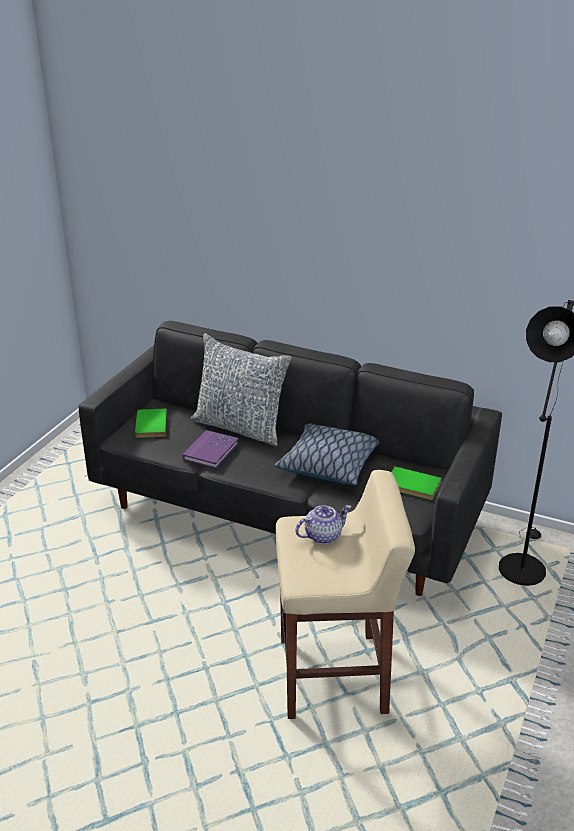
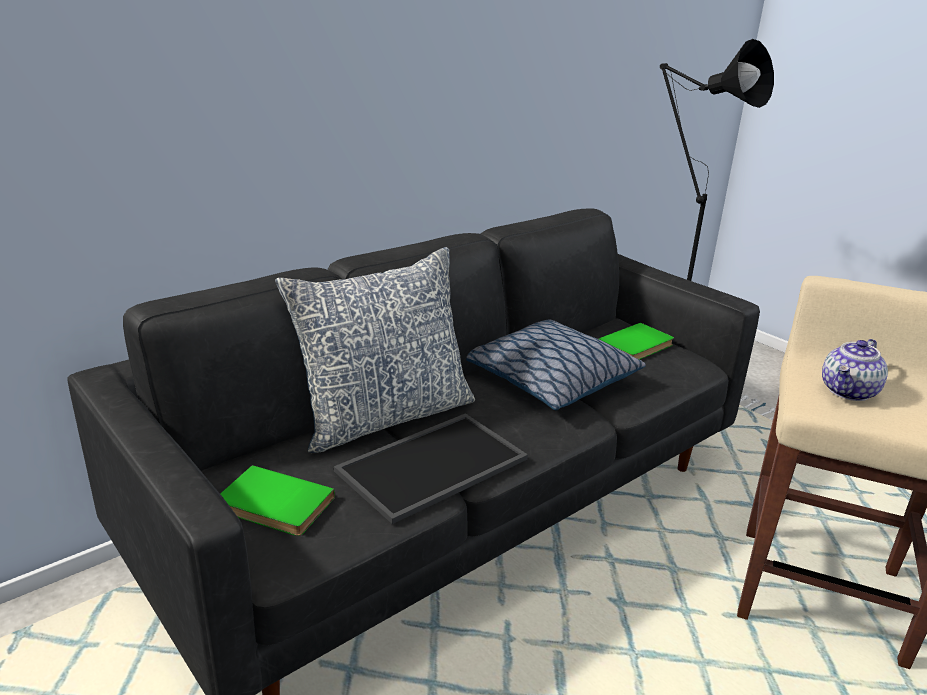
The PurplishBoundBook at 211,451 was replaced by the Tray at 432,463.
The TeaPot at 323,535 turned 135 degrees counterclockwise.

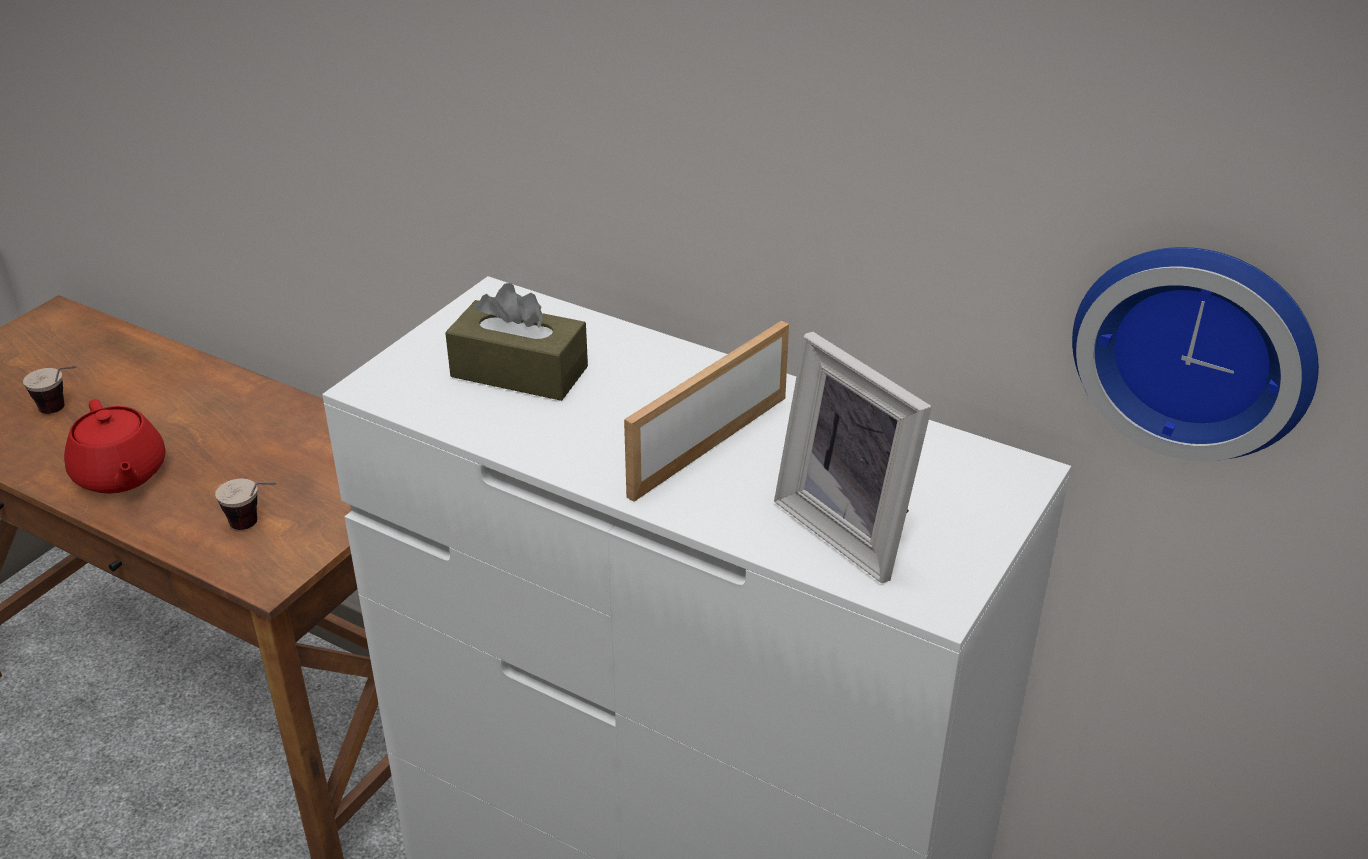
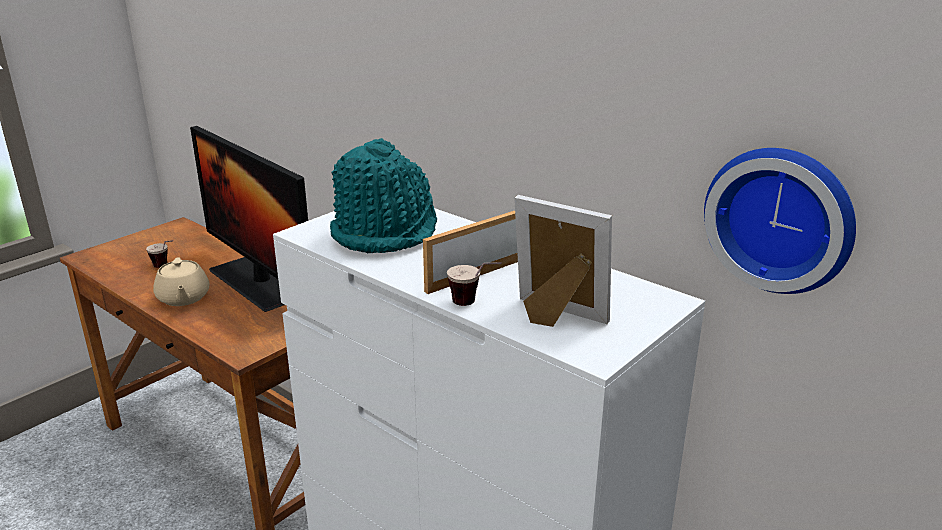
The BrownishTissueBox at 519,372 was replaced by the TurquoiseHat at 386,232.
The StandingFrame at 852,528 turned 150 degrees clockwise.
The RedColouredTeaPot at 120,475 became the BeigeColouredTeaPot at 183,298.
The DrinkingCup moved from 257,526 to 474,305.
The ComputerScreen at 259,282 appeared.

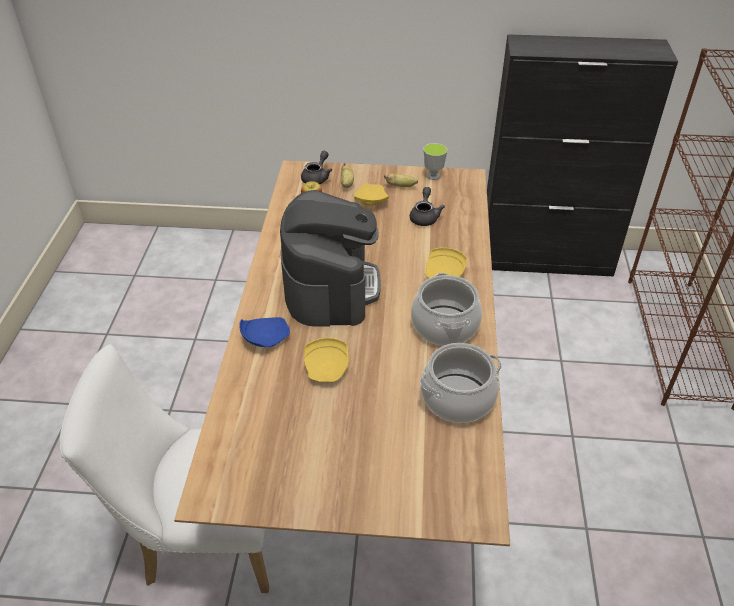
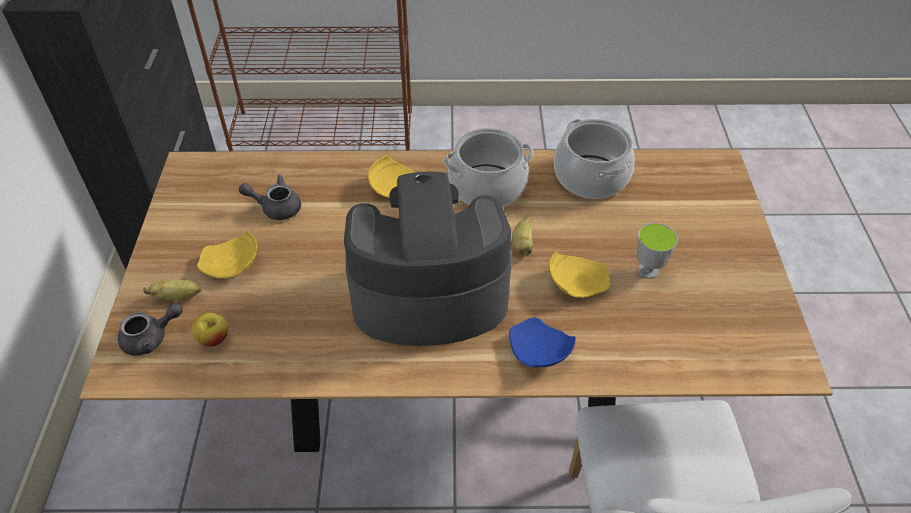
The DrinkingCup moved from 433,176 to 648,270.
The GreyishTeaPot at 317,177 turned 135 degrees clockwise.
The WholeBanana moved from 401,186 to 523,245.

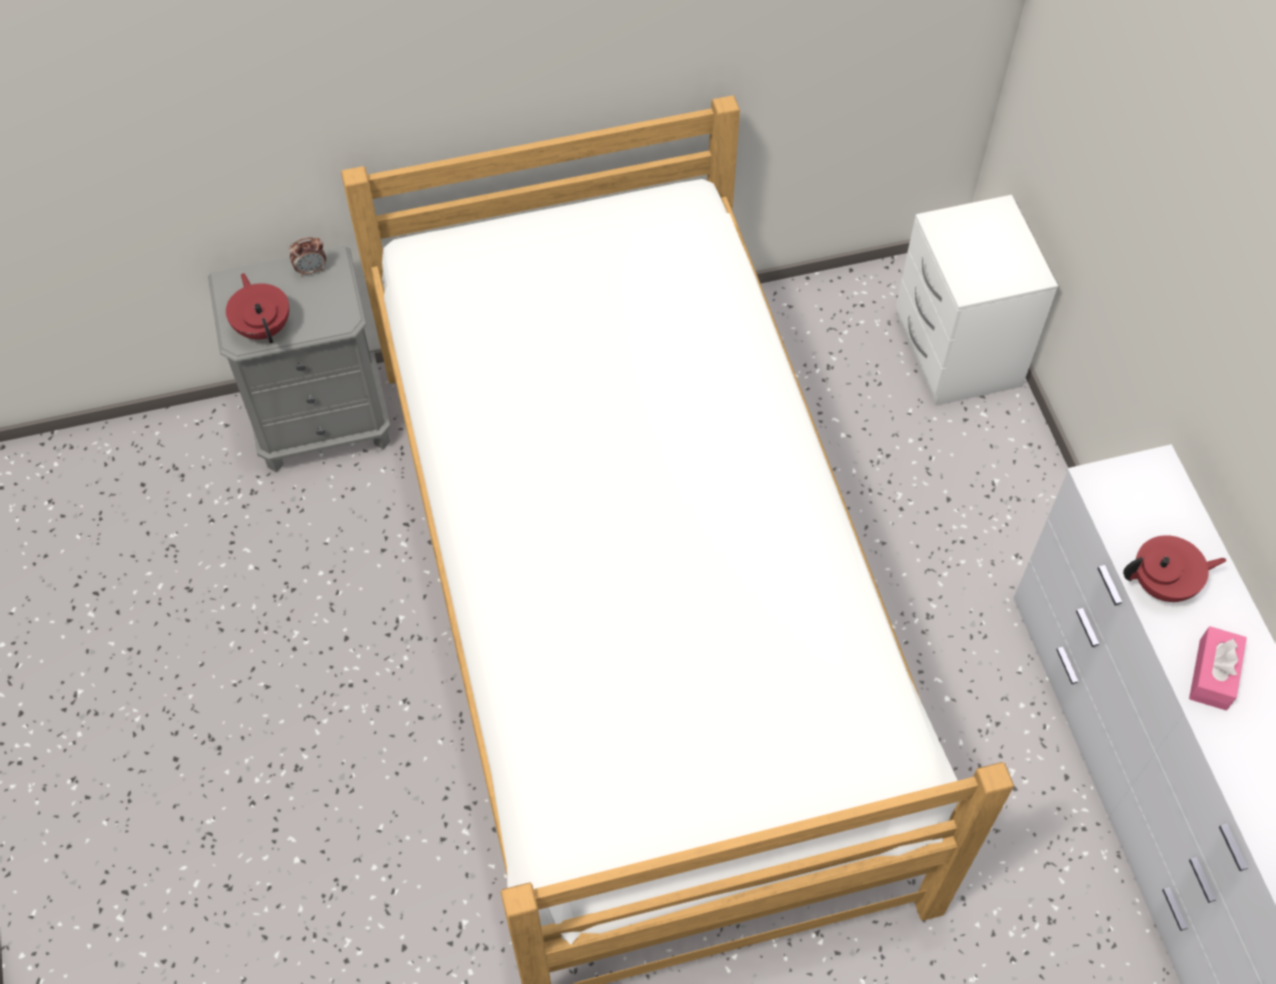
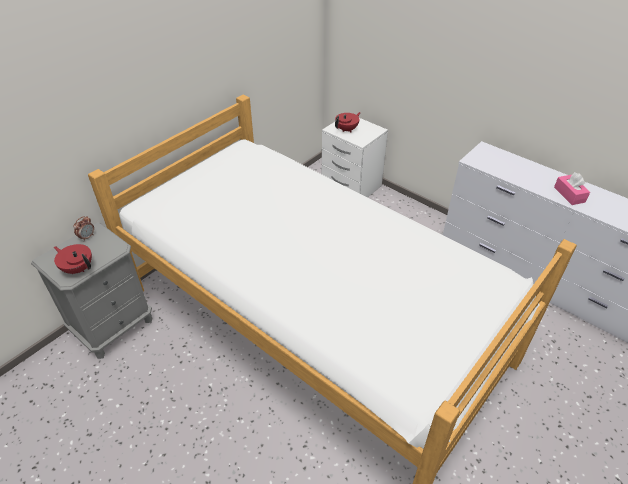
The RedColouredTeaPot moved from 1163,584 to 347,129.

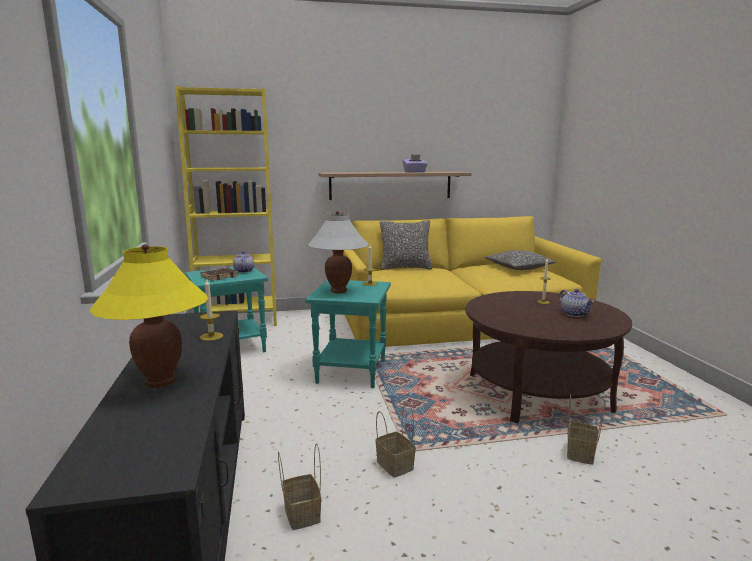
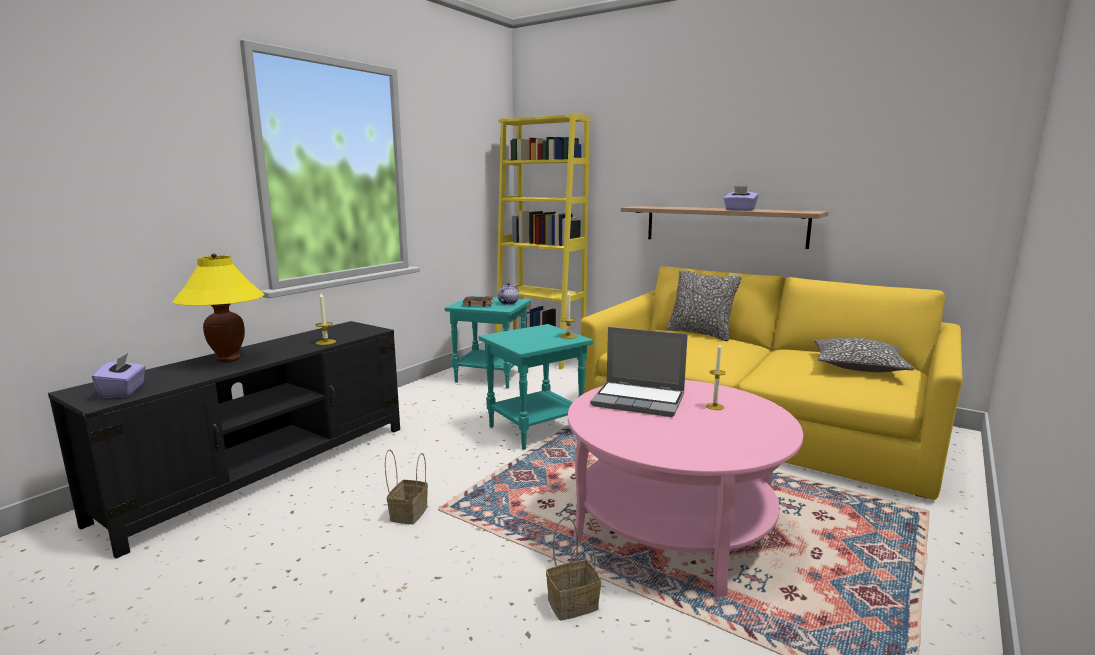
The WhiteTabletopLamp at 339,291 disappeared.
The TeaPot at 575,314 disappeared.
The BrownishCoffeeTable at 538,392 became the PinkColouredCoffeeTable at 674,528.
The Basket at 301,513 disappeared.
The Laptop at 639,400 appeared.
The PurplishTissueBox at 124,391 appeared.

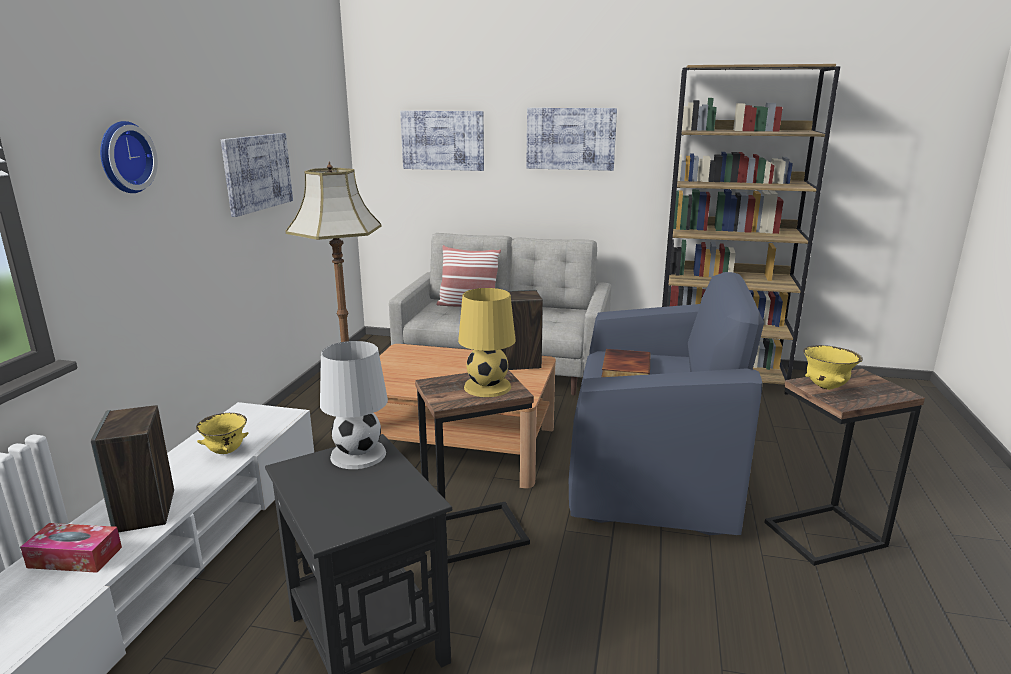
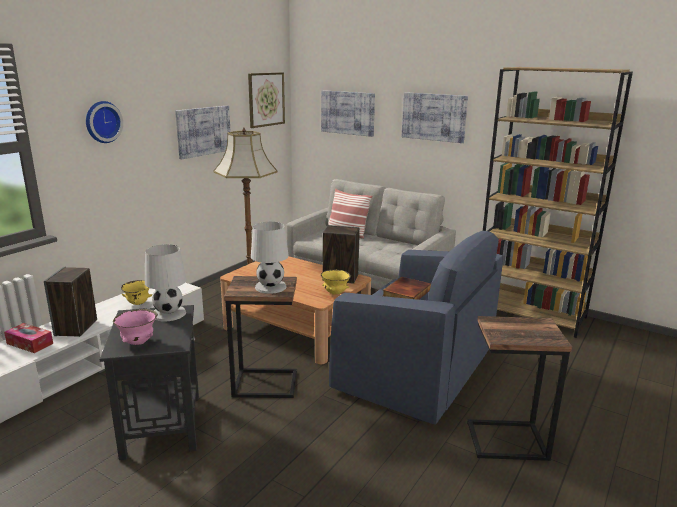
The YellowColouredTabletopLamp at 487,387 became the WhiteTabletopLamp at 270,287.
The YellowColouredServingBowl moved from 826,387 to 335,293.
The WallPicture at 266,99 appeared.
The PinkColouredServingBowl at 138,342 appeared.

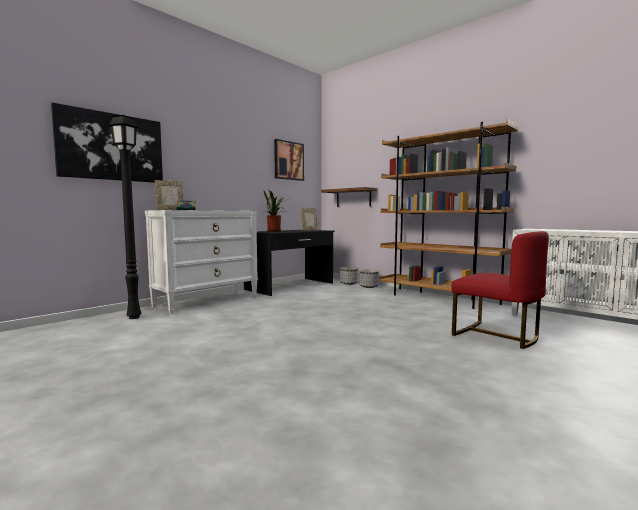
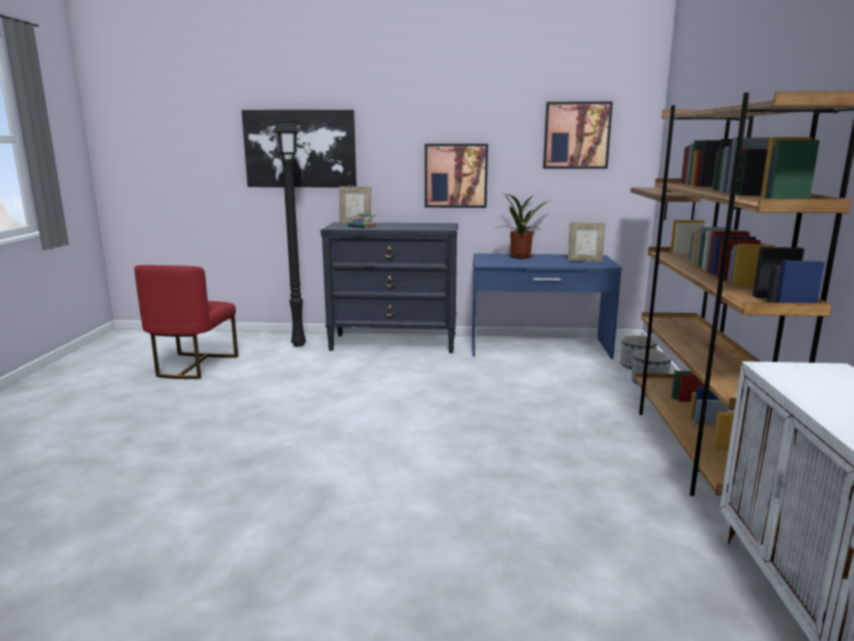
The WhiteDresser at 207,301 became the BlackColouredDresser at 394,343.
The BlackColouredDeskTable at 291,286 became the BlueColouredDeskTable at 538,347.
The RedColouredChair moved from 496,335 to 193,366.
The WallPicture at 456,175 appeared.

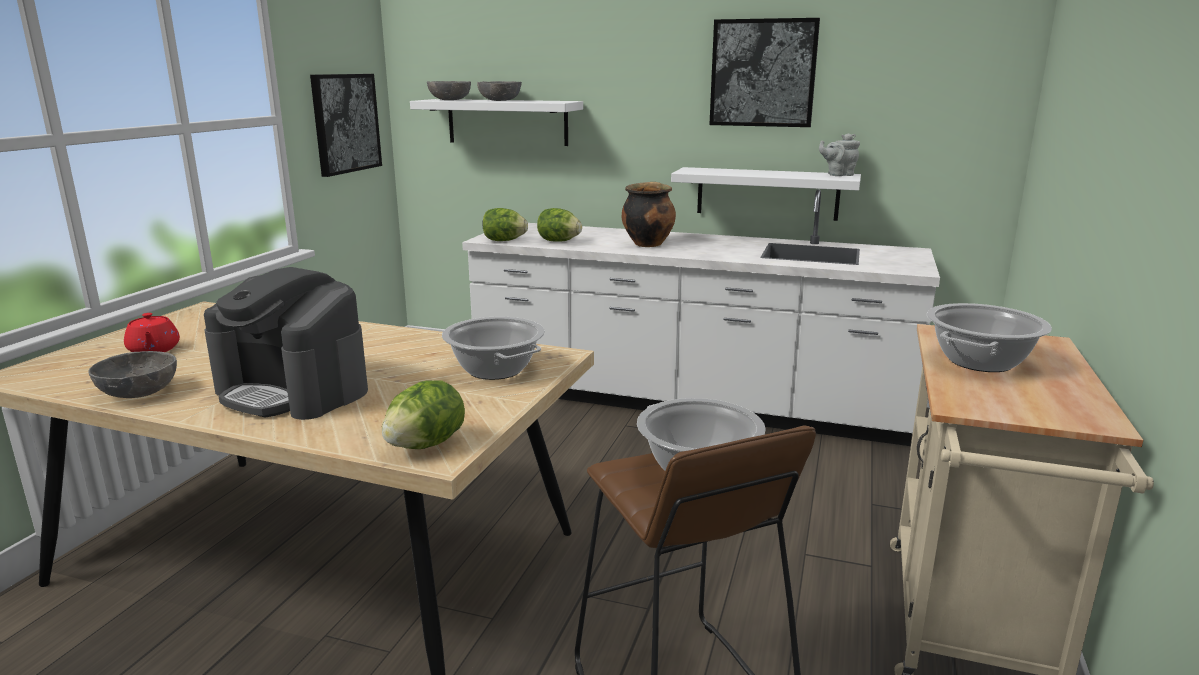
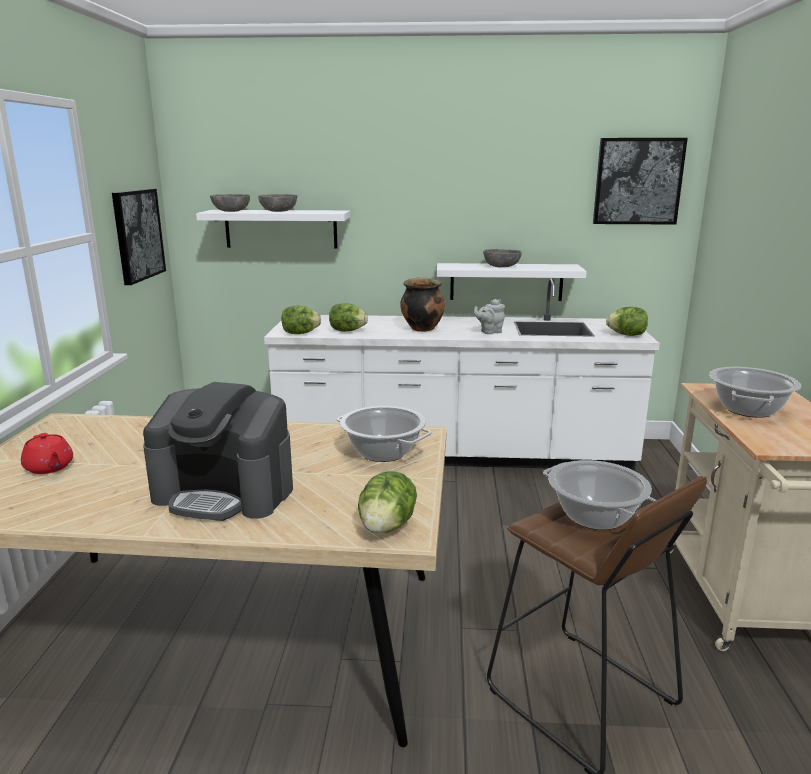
The WallPicture moved from 763,73 to 638,181.
The GreyishTeaPot moved from 838,175 to 489,332.
The GreyishServingBowl moved from 139,393 to 501,266.
The Lettuce at 626,335 appeared.

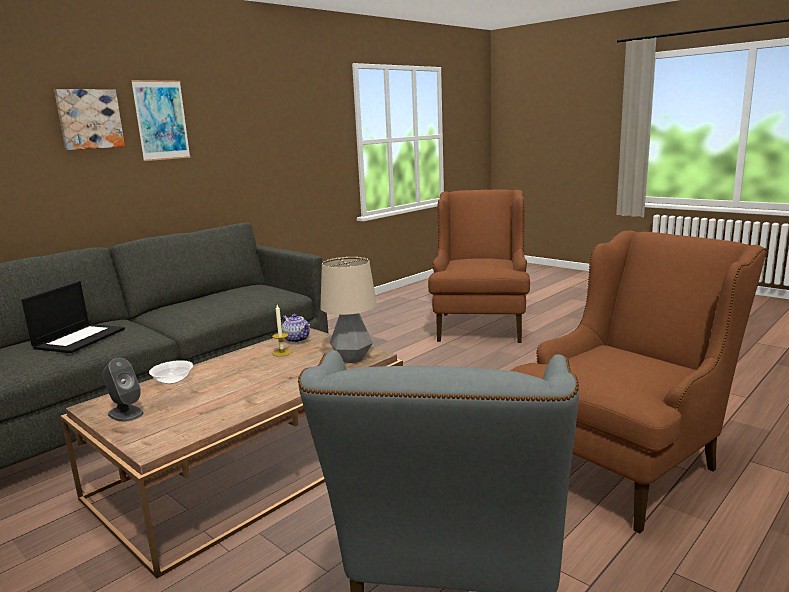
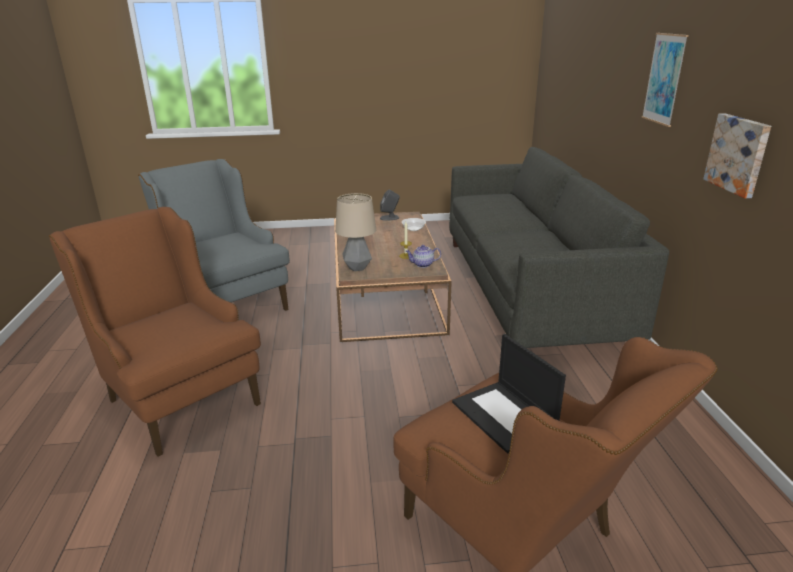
The WallPicture moved from 89,119 to 738,154.
The BrownishLoungeChair at 626,462 turned 135 degrees clockwise.
The Laptop moved from 80,338 to 505,416.

